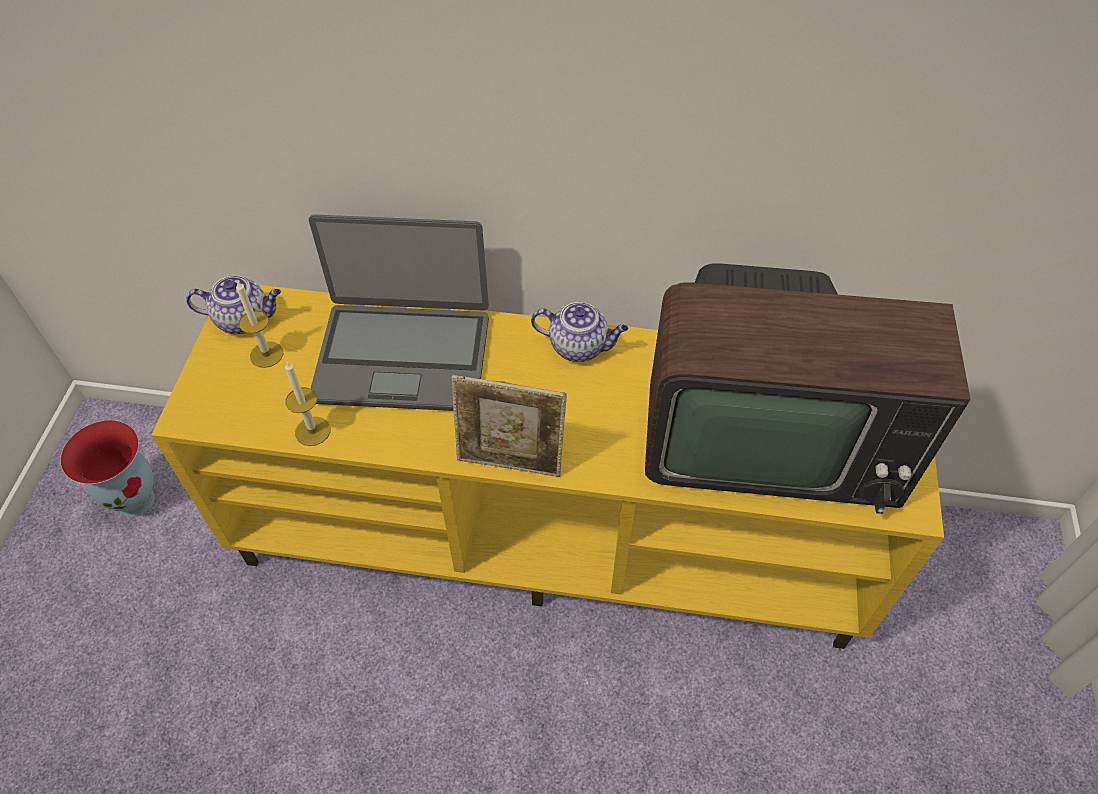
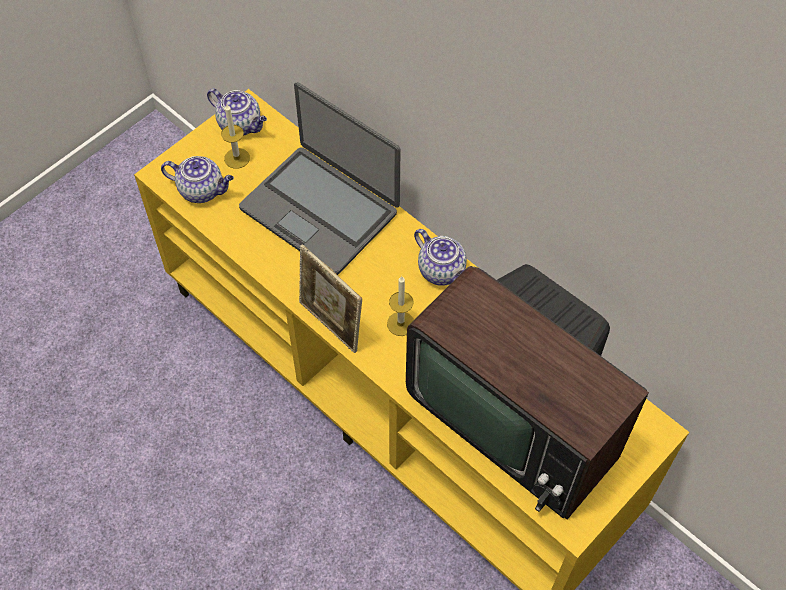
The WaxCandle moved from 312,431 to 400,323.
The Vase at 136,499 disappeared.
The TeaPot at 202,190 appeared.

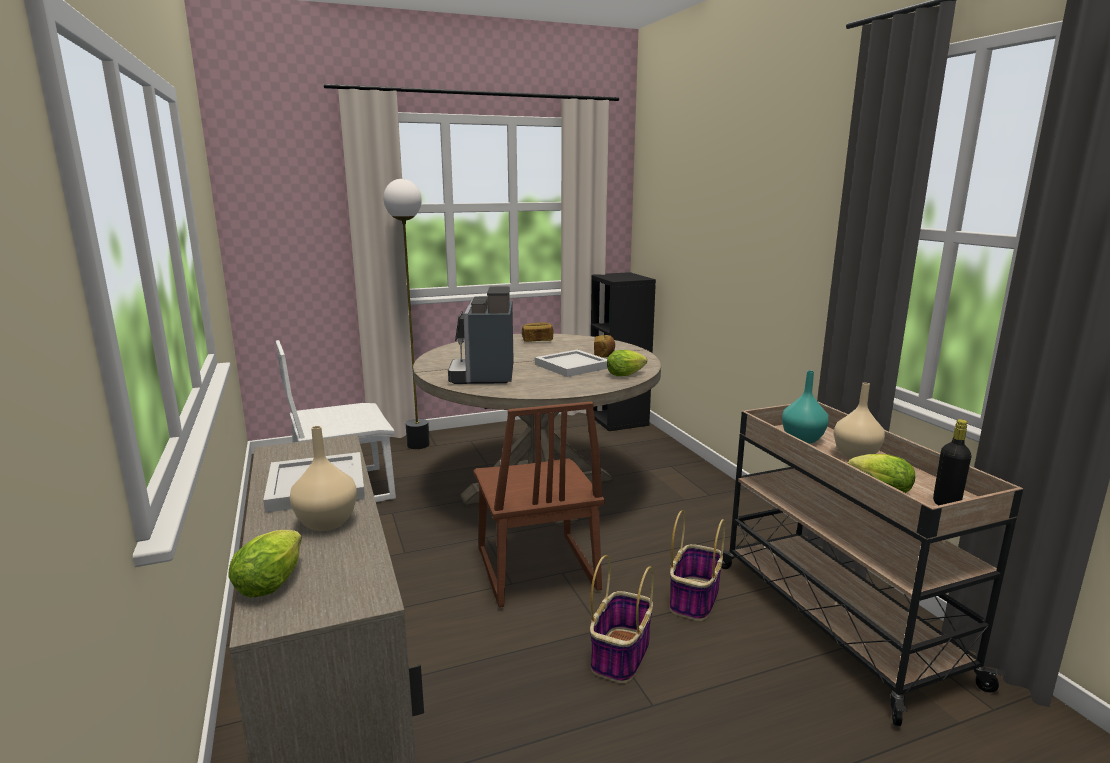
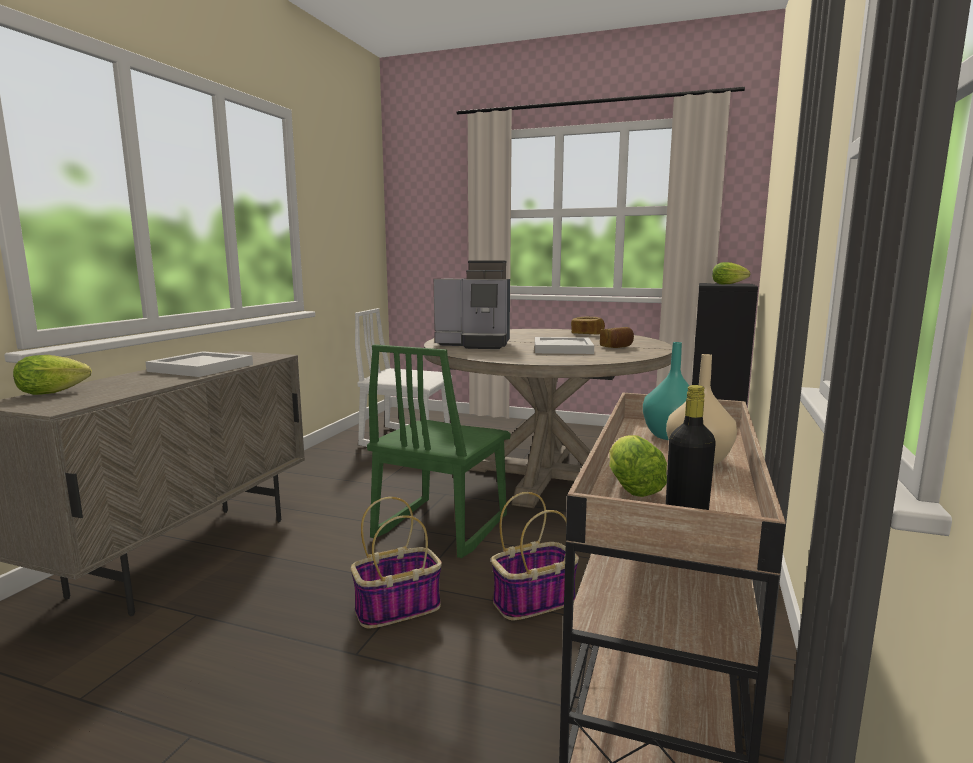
The StandardLamp at 418,444 disappeared.
The CoffeeBrewer at 485,375 turned 120 degrees counterclockwise.
The Lettuce moved from 627,375 to 730,284.
The BrownishChair at 535,571 became the GreenChair at 440,527.
The BeigeColouredVase at 326,523 disappeared.

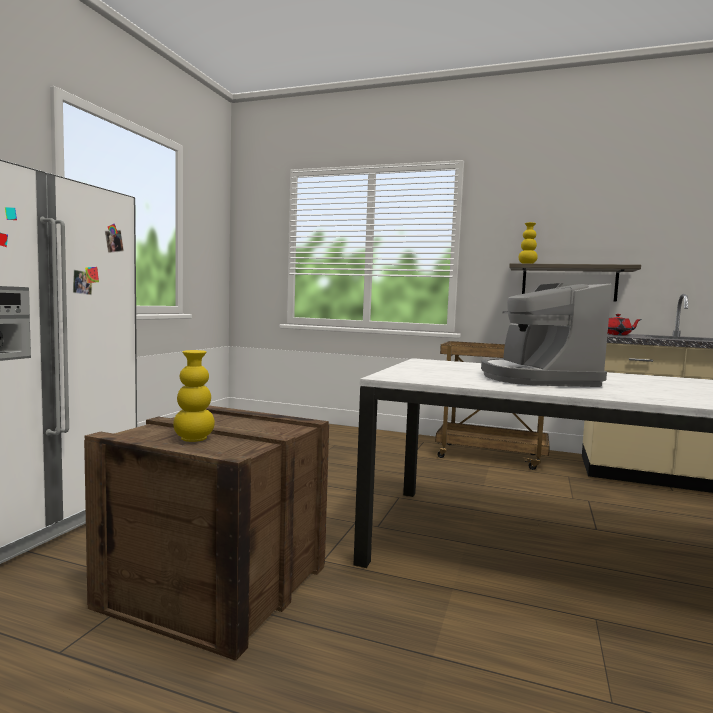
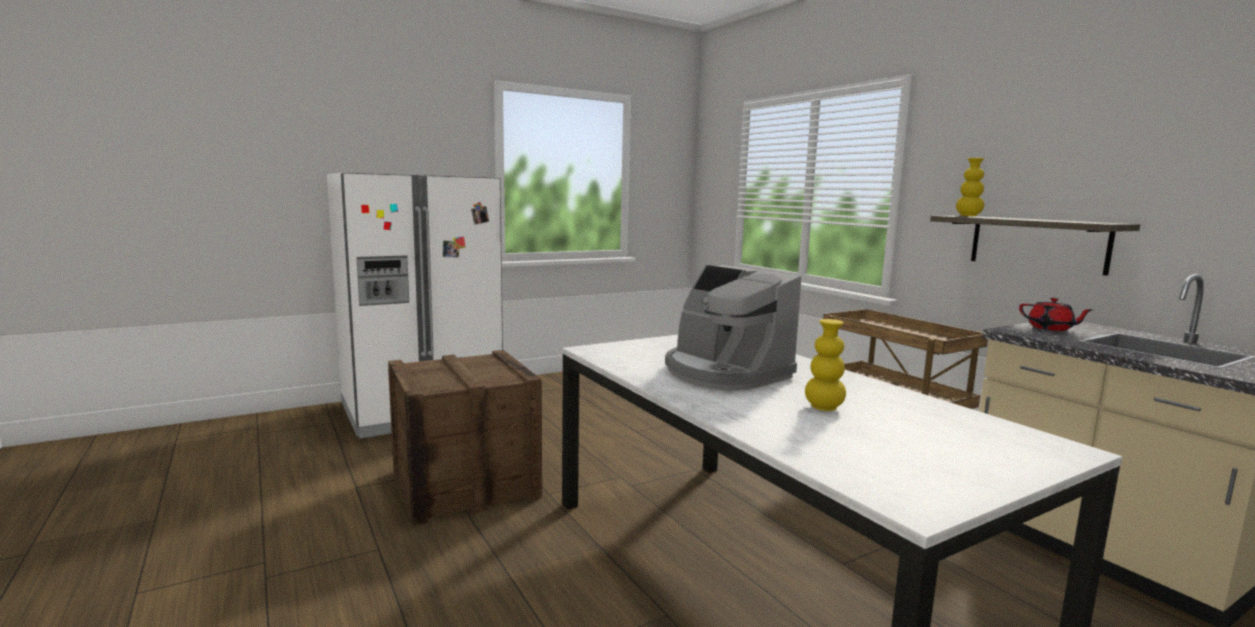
The CoffeeBrewer at 536,378 turned 75 degrees counterclockwise.
The YellowColouredVase moved from 194,439 to 823,408.

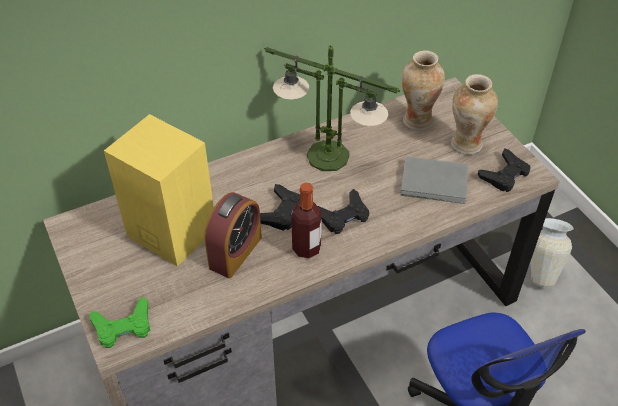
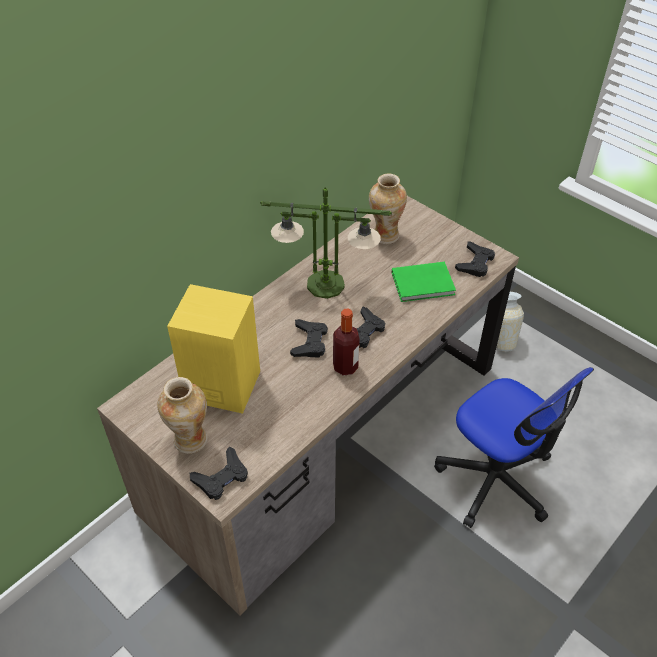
The Vase moved from 465,145 to 190,441.
The GreyishBoundBook at 436,183 became the GreenBoundBook at 424,284.
The TableClock at 235,252 disappeared.
The GreenGameController at 123,327 became the BlackColouredGameController at 221,478.

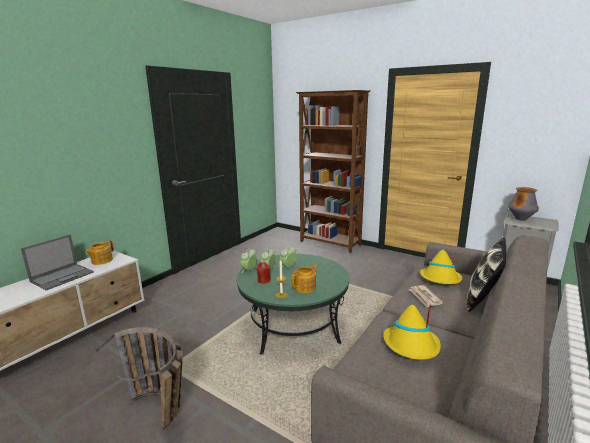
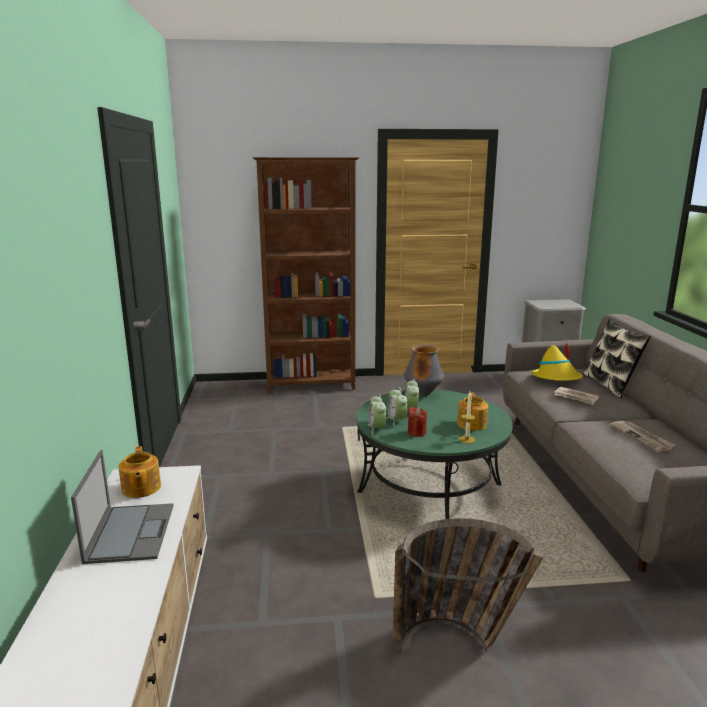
The Vase moved from 520,219 to 423,393.
The YellowColouredHat at 411,346 was replaced by the DailyPaper at 641,437.

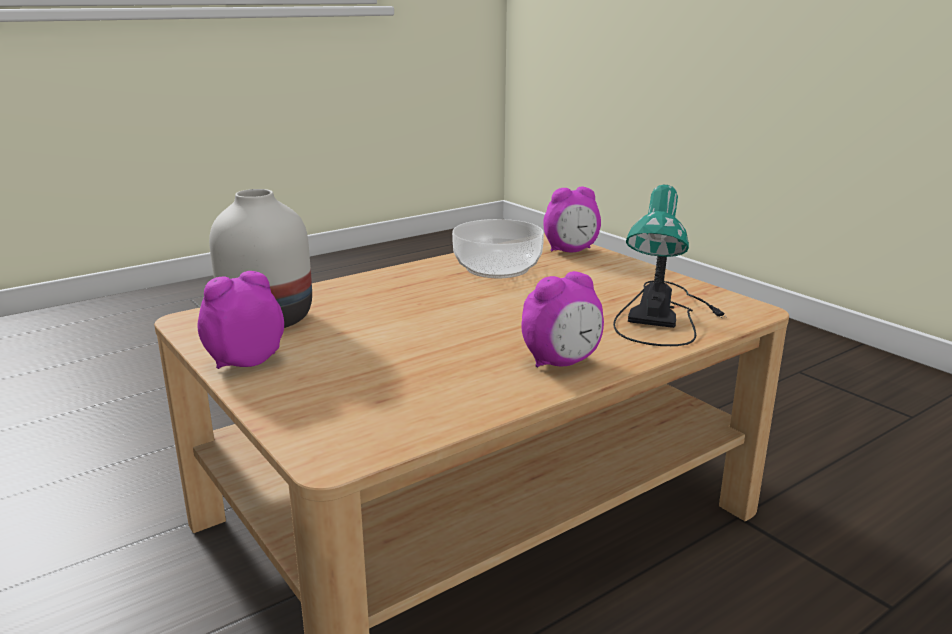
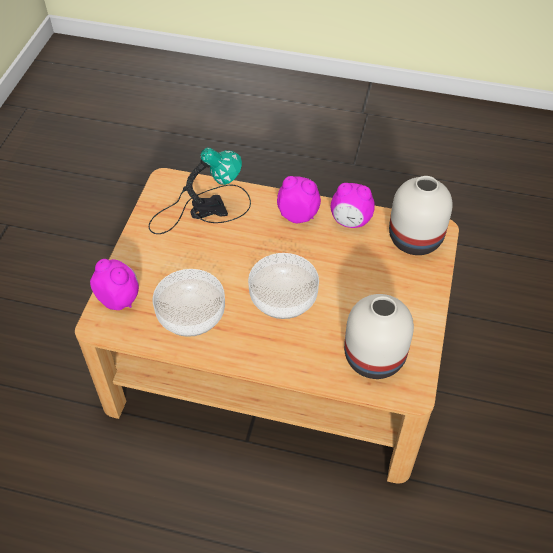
The TableClock moved from 245,361 to 350,221.
The WhiteVase at 416,239 appeared.
The ServingBowl at 284,298 appeared.

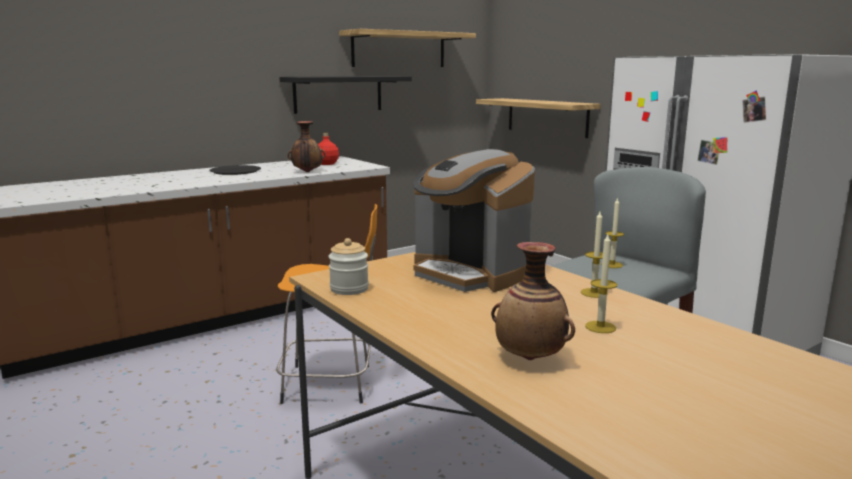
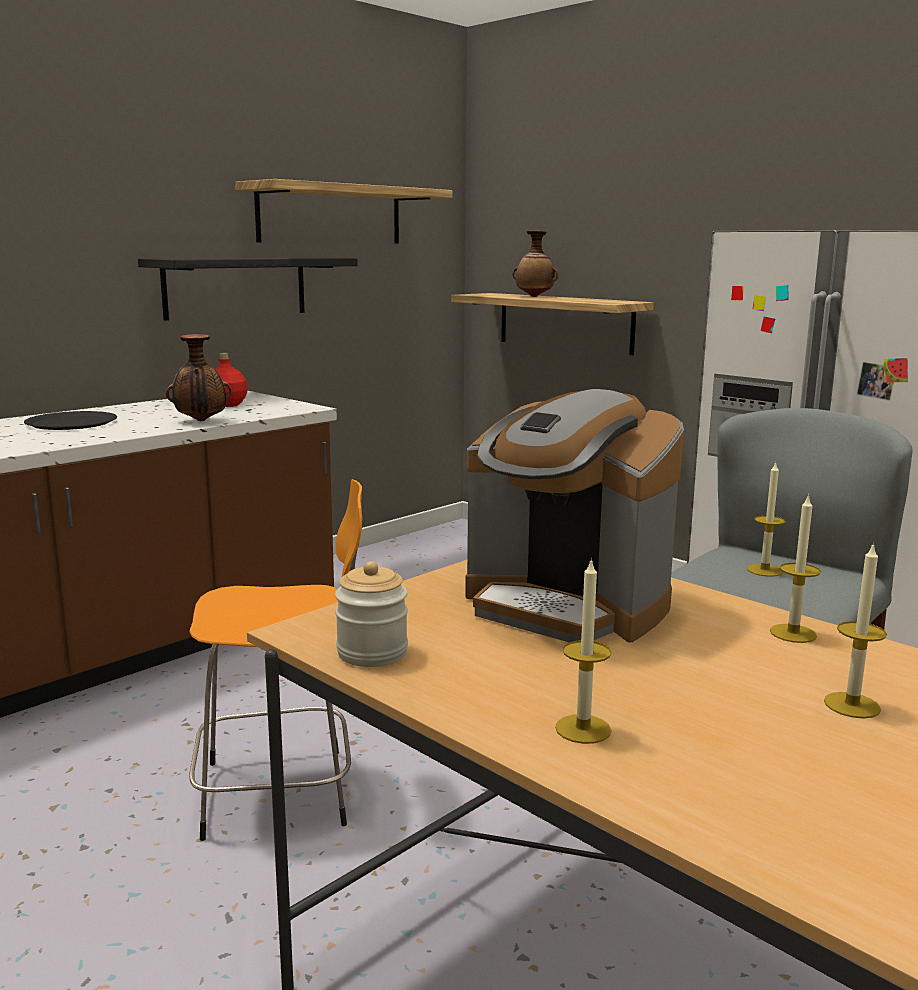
The Vase moved from 530,358 to 534,297.
The WaxCandle at 583,729 appeared.

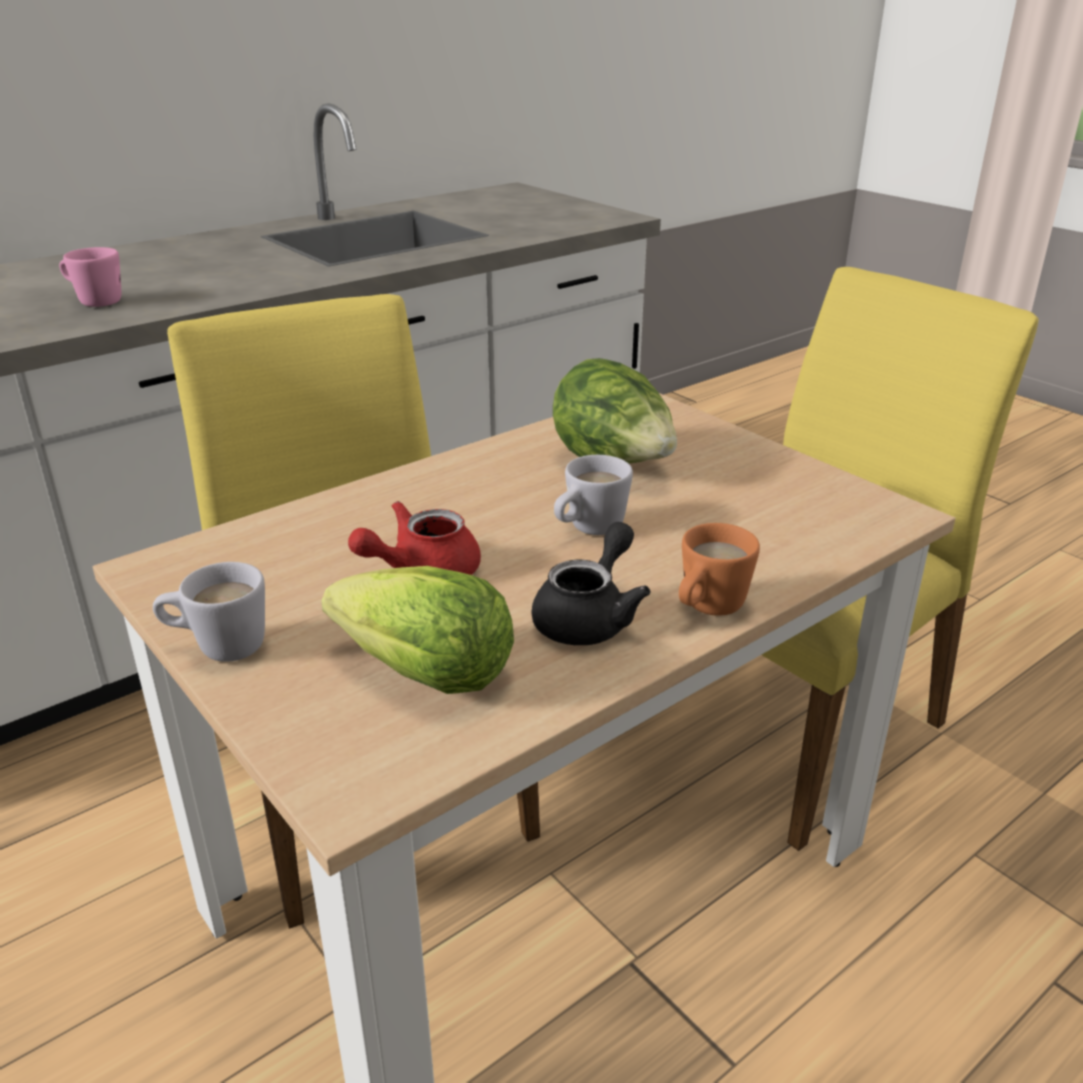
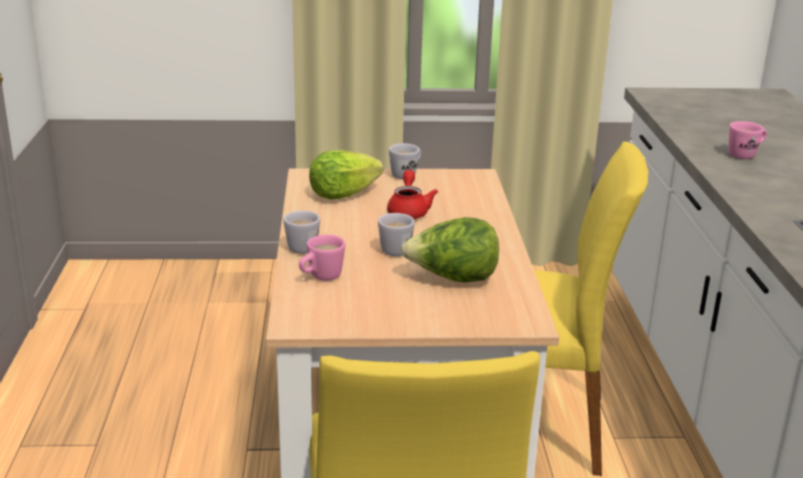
The BlackColouredTeaPot at 590,617 disappeared.
The OrangeyTeaMug at 707,609 became the WhiteTeaMug at 301,246.
The PinkColouredTeaMug at 320,278 appeared.

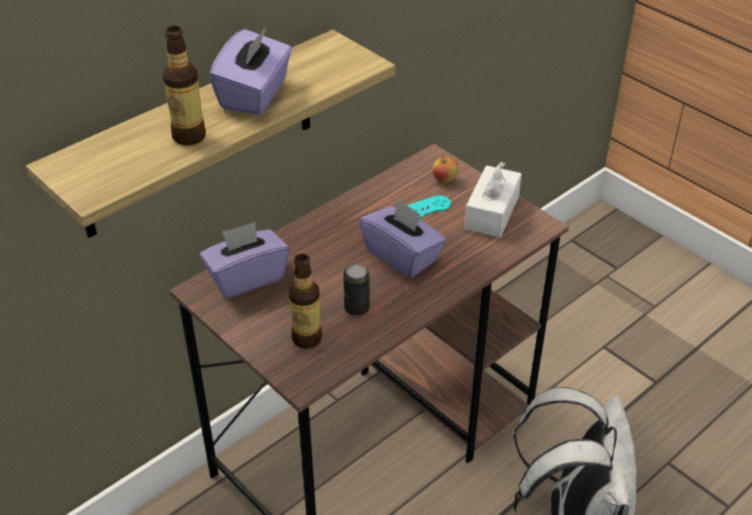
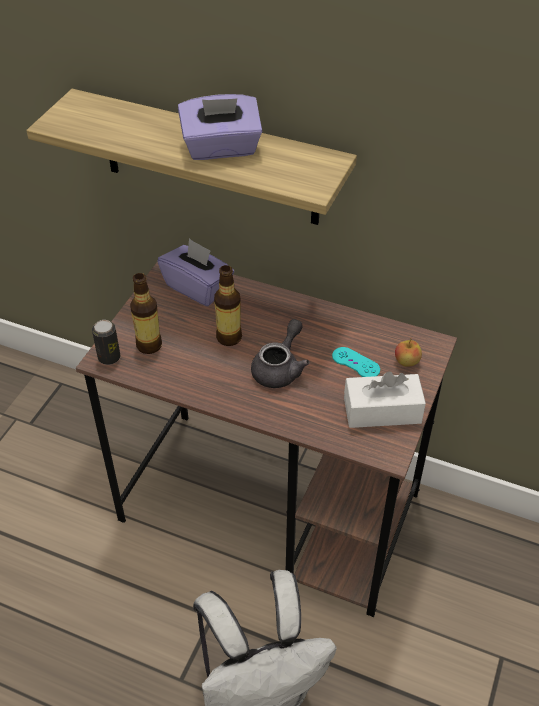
The DrinkBottle moved from 189,136 to 229,337.
The PurplishTissueBox at 402,256 was replaced by the GreyishTeaPot at 280,368.
The Can moved from 357,308 to 109,357.

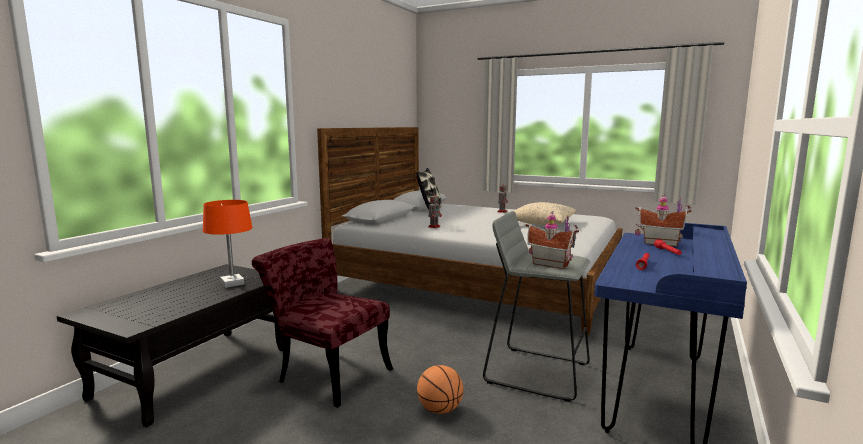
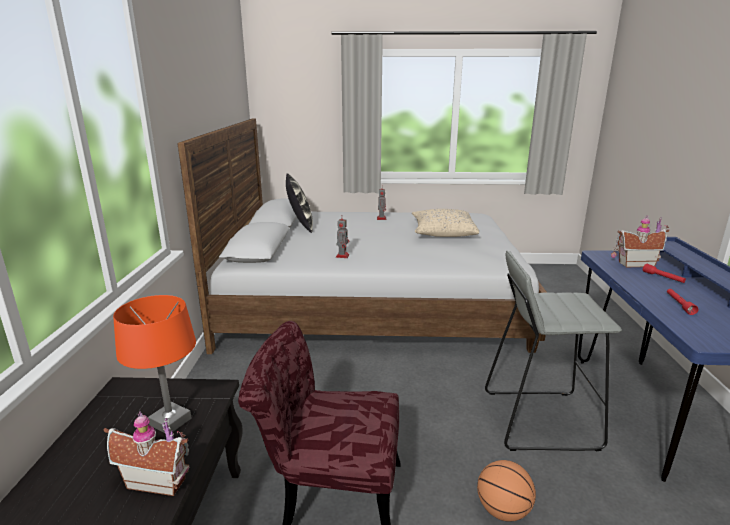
The ToyHouse moved from 551,264 to 158,479.

